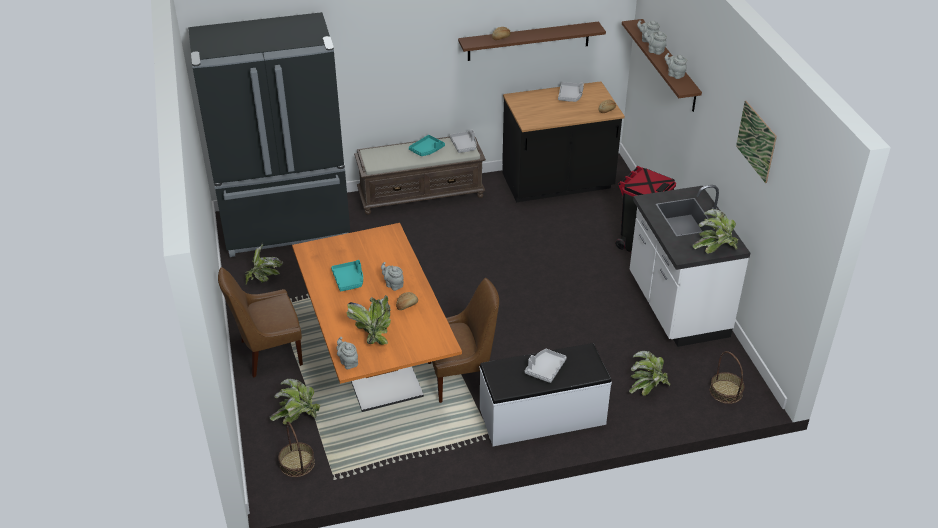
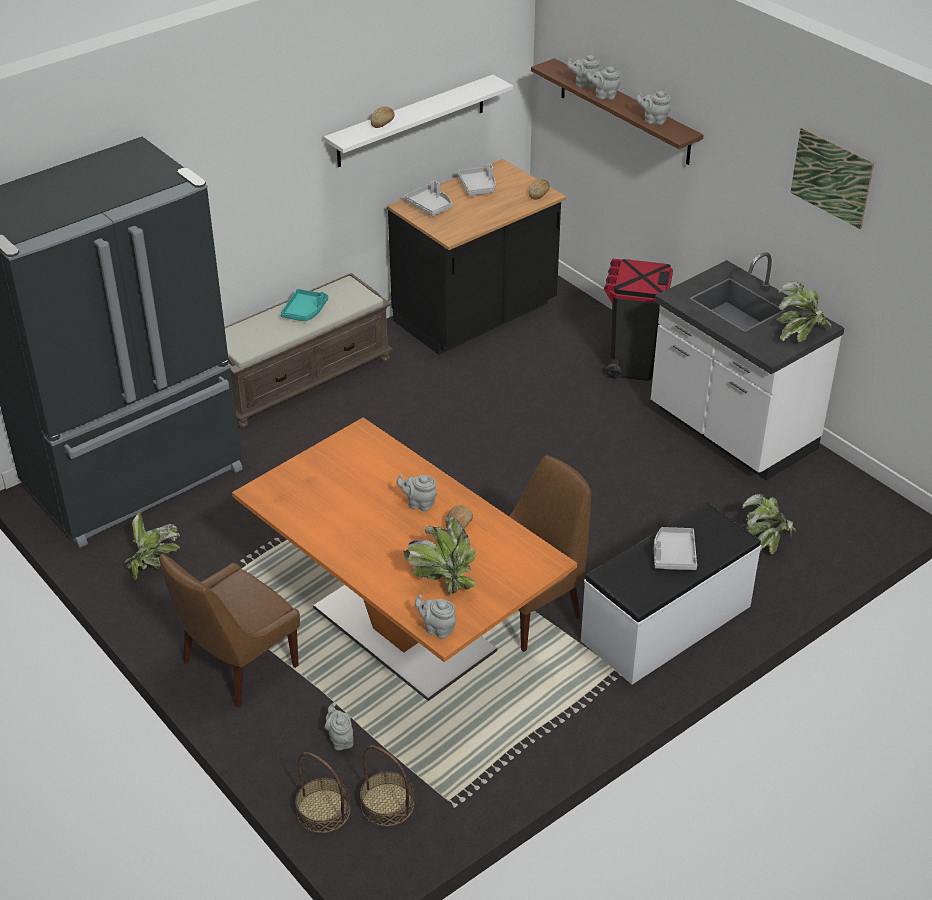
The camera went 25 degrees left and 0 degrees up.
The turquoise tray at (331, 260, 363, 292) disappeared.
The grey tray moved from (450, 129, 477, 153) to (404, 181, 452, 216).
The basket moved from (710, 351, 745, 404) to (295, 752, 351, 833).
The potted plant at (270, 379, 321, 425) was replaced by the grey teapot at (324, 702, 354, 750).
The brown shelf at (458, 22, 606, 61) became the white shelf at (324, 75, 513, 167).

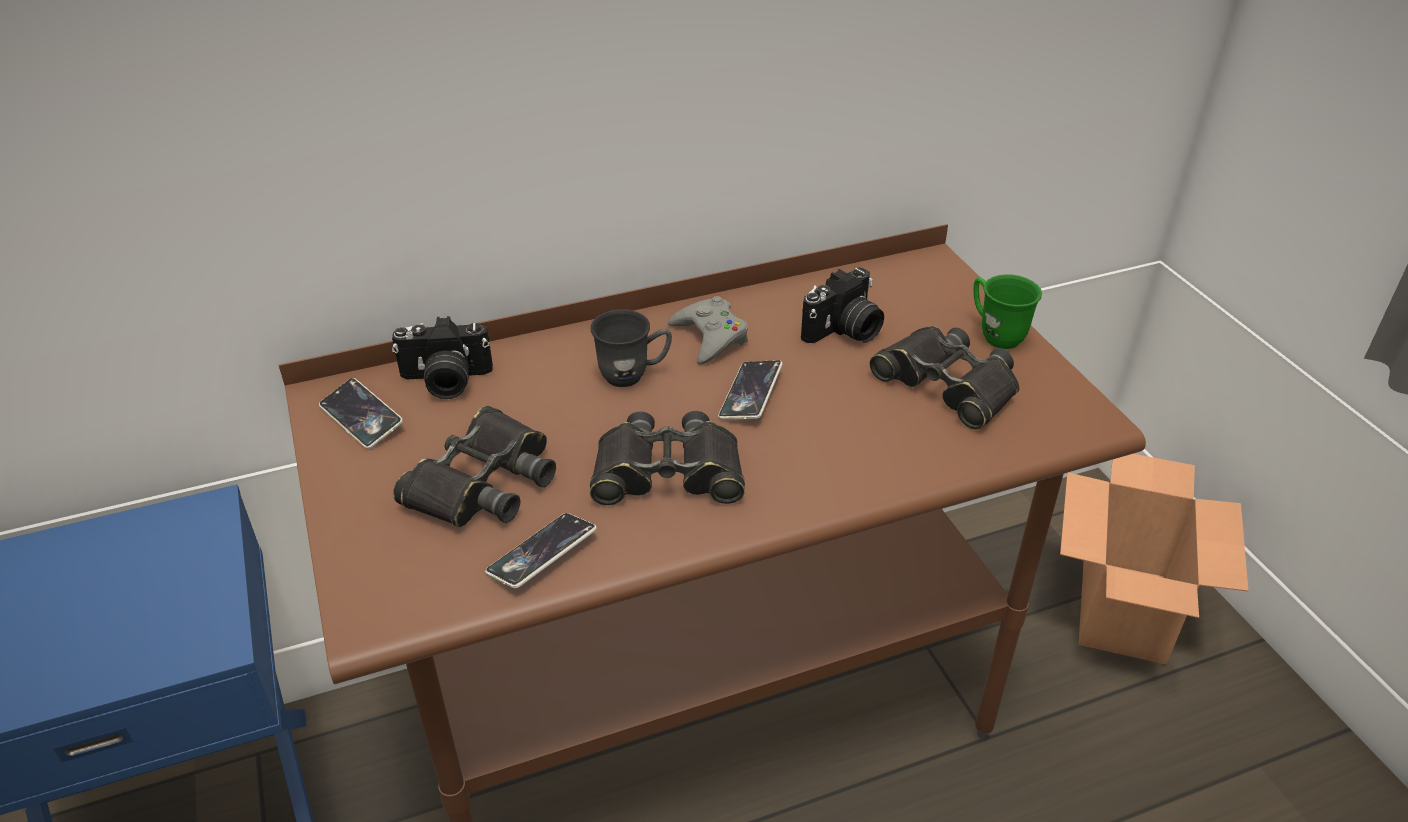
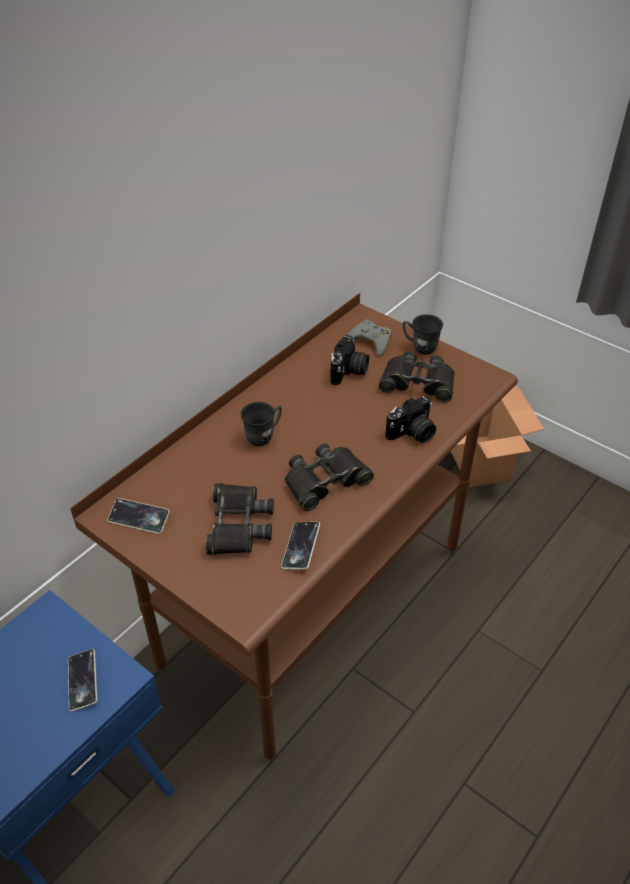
The camera went 30 degrees left and 5 degrees up.
The photo camera moved from (392, 316, 493, 399) to (385, 396, 436, 443).
The grey game controller moved from (668, 296, 748, 364) to (347, 319, 392, 356).
The phone moved from (718, 360, 783, 420) to (68, 649, 97, 712).
The green mug at (973, 274, 1042, 349) became the grey mug at (402, 314, 443, 355).

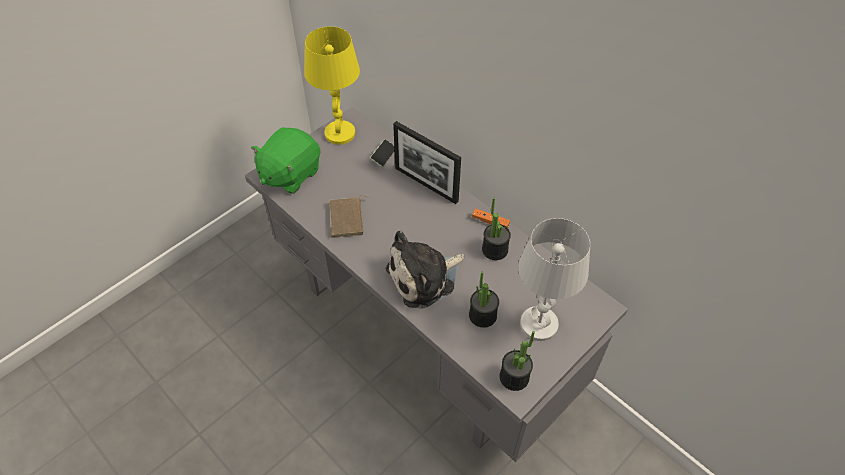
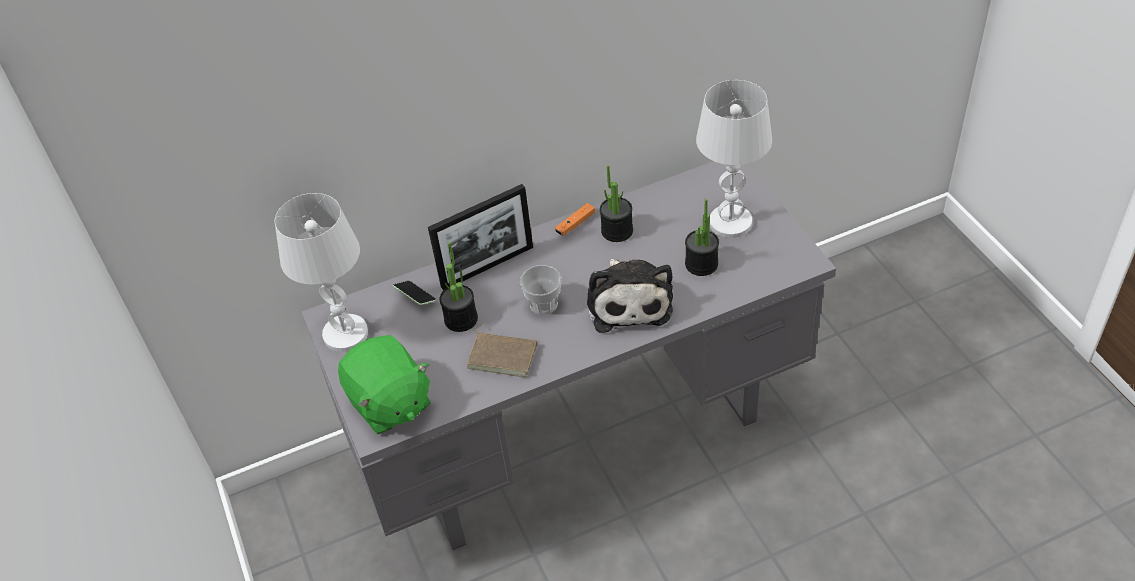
The camera went 65 degrees left and 5 degrees down.
The cup at (520, 265, 562, 315) appeared.
The potted plant moved from (500, 331, 535, 391) to (440, 242, 478, 332).
The yellow table lamp at (304, 27, 360, 145) became the white table lamp at (275, 193, 368, 352).

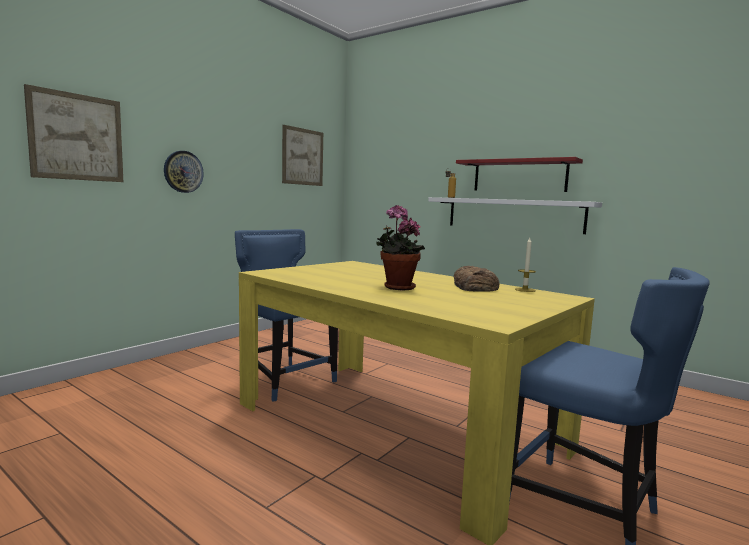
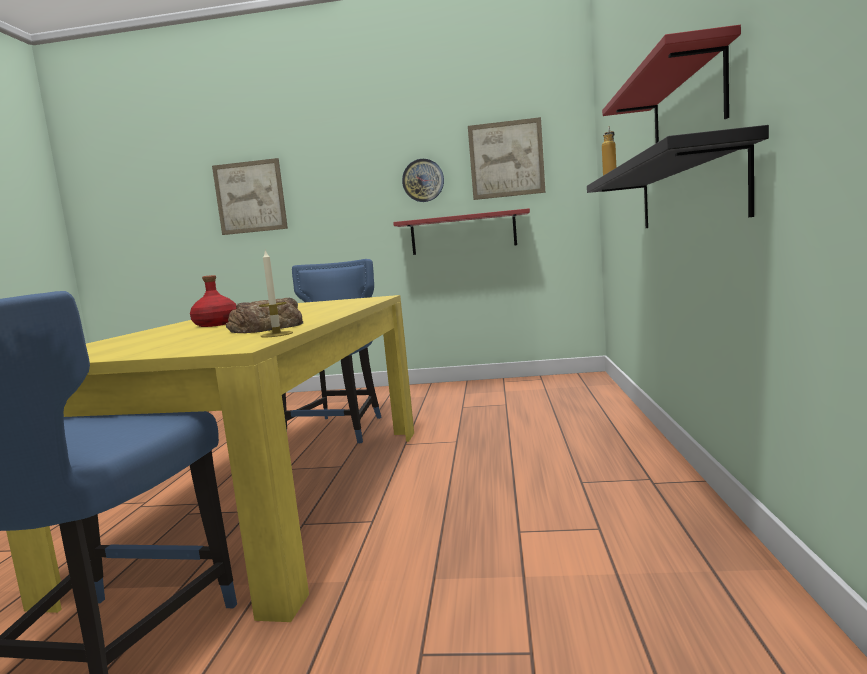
The camera went 60 degrees right and 0 degrees up.
The red shelf at (393, 208, 530, 255) appeared.
The wall clock moved from (164, 151, 204, 193) to (402, 159, 444, 202).
The potted plant at (376, 205, 425, 290) was replaced by the red bottle at (190, 275, 237, 327).
The white shelf at (428, 197, 602, 234) became the black shelf at (587, 125, 769, 228).

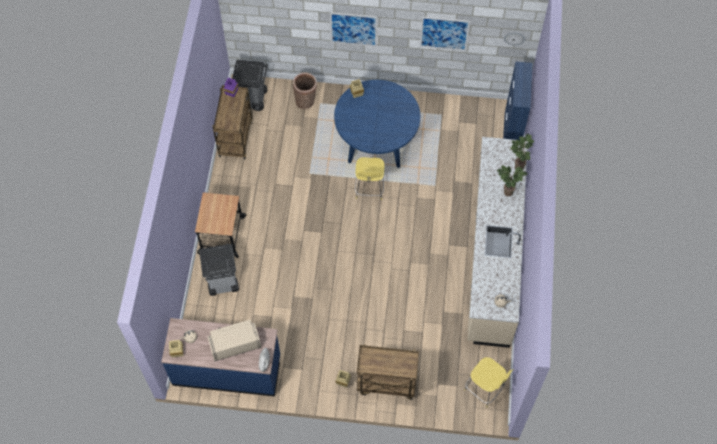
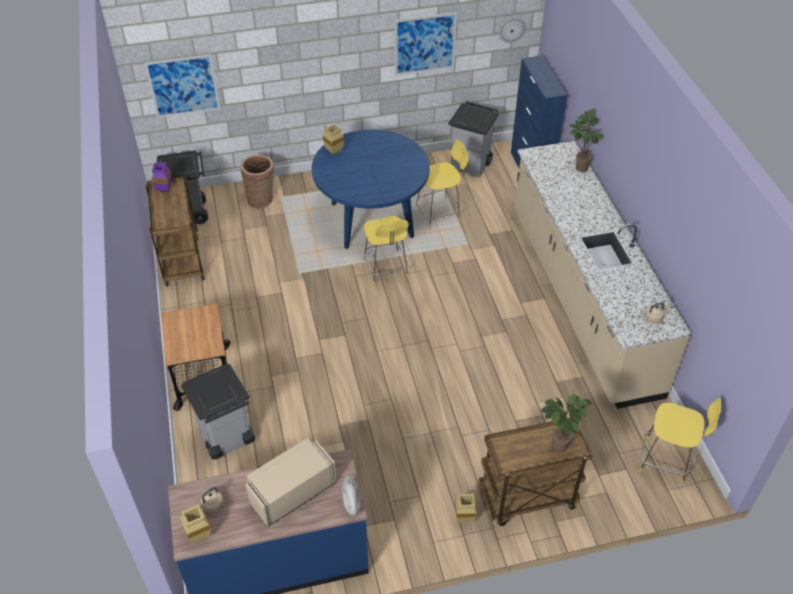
The camera went 20 degrees left and 15 degrees down.
The yellow stool at (416, 139, 469, 229) appeared.
The grey trash can at (448, 101, 499, 177) appeared.
The picture moved from (330, 12, 378, 46) to (144, 54, 220, 118).
The potted plant moved from (497, 166, 528, 196) to (541, 394, 592, 453).

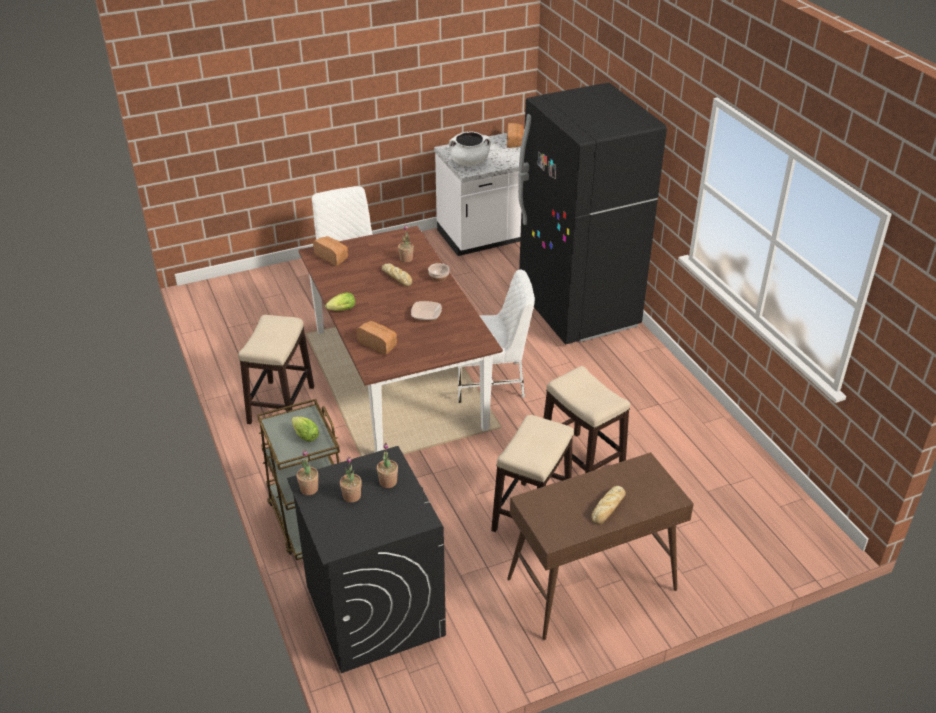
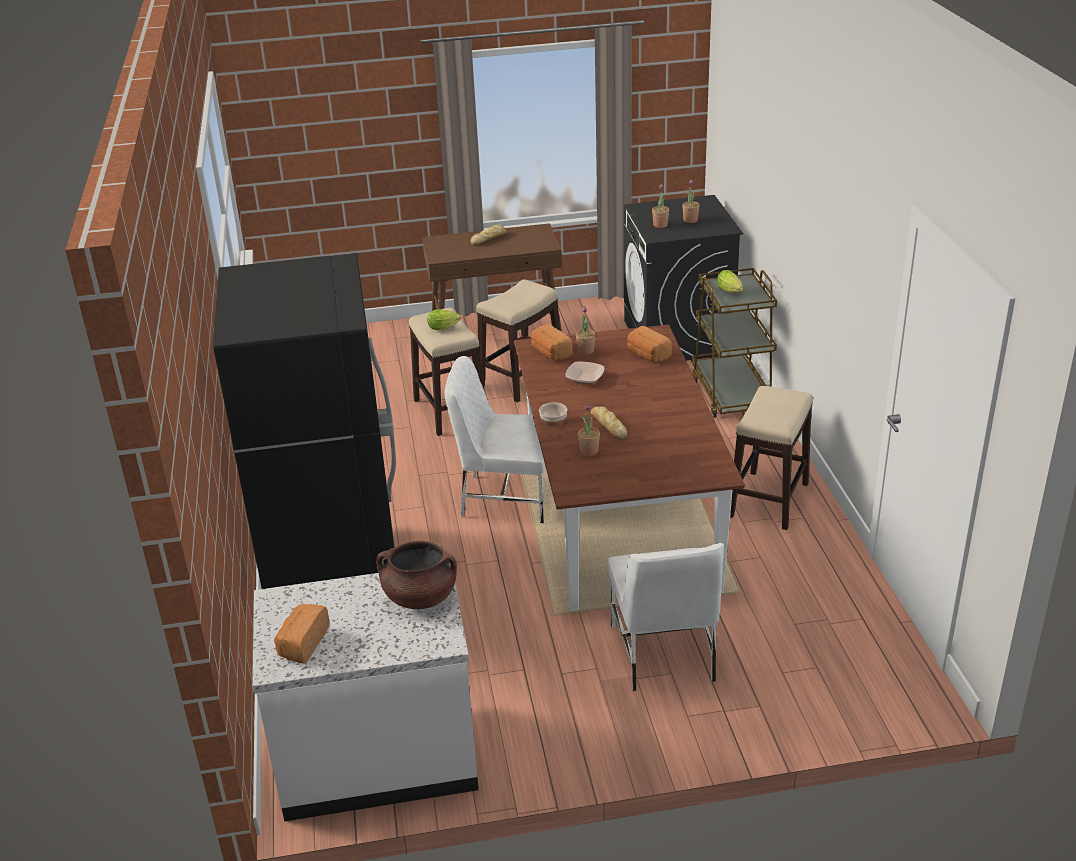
The camera went 165 degrees left and 5 degrees down.
The potted plant moved from (297, 450, 318, 495) to (576, 307, 595, 355).
The bread moved from (313, 236, 348, 266) to (531, 324, 573, 360).
The lettuce moved from (325, 292, 355, 311) to (427, 309, 461, 330).
The white cooking pot at (449, 131, 491, 166) became the brown cooking pot at (376, 540, 457, 609).

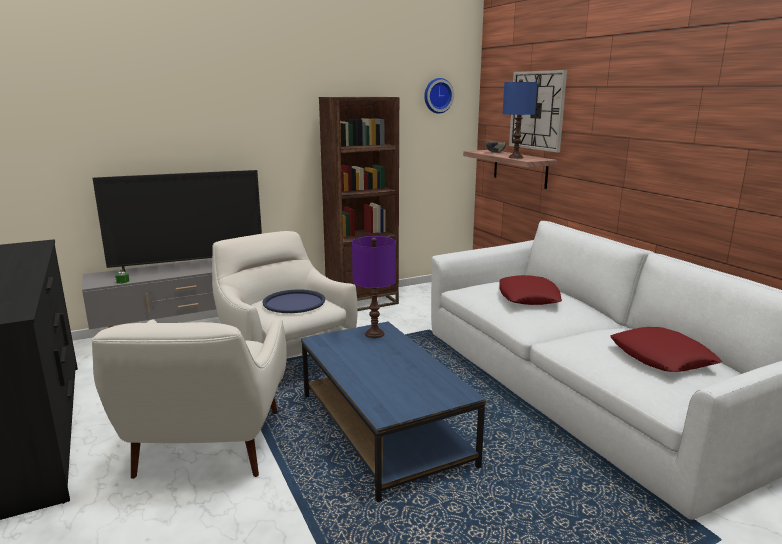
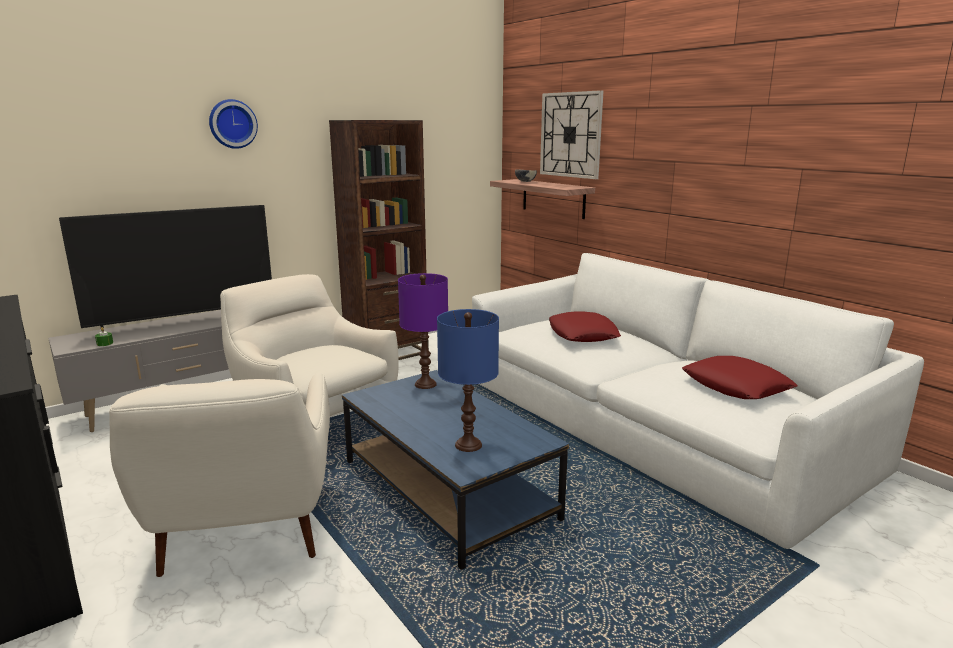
The camera went 10 degrees left and 0 degrees up.
The blue tray at (262, 290, 325, 313) disappeared.
The wall clock moved from (424, 78, 454, 114) to (209, 99, 258, 149).
The blue table lamp moved from (503, 79, 538, 159) to (437, 309, 499, 452).

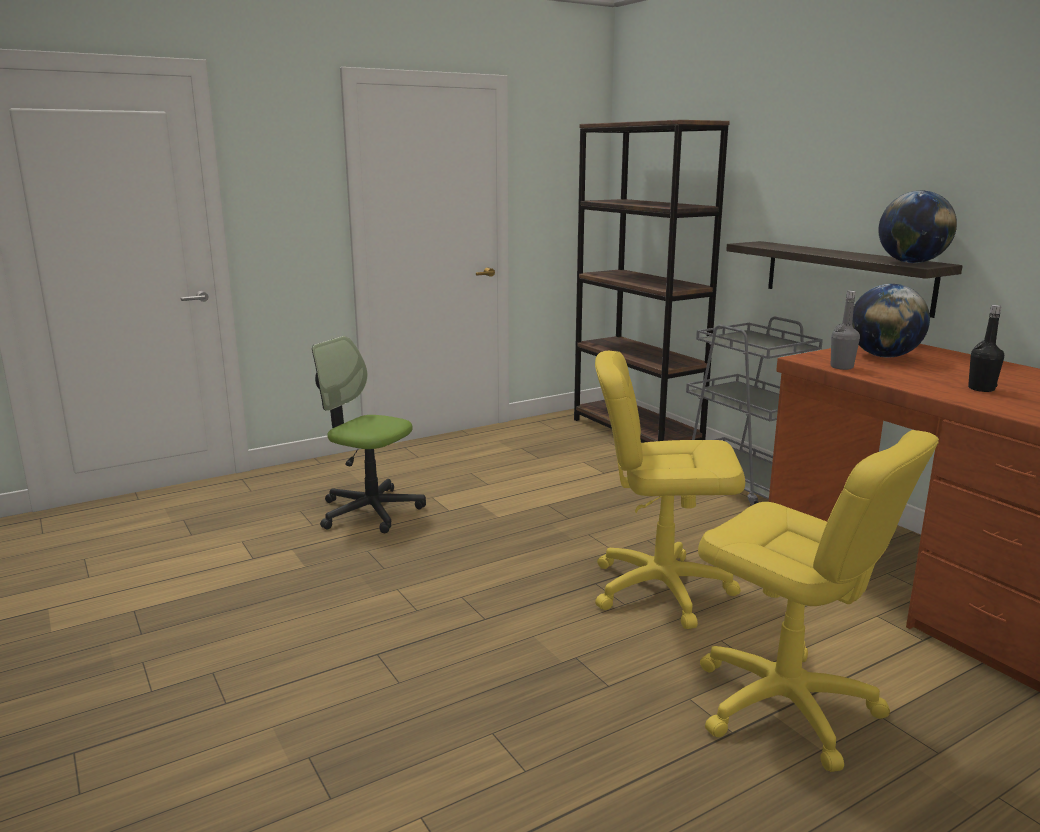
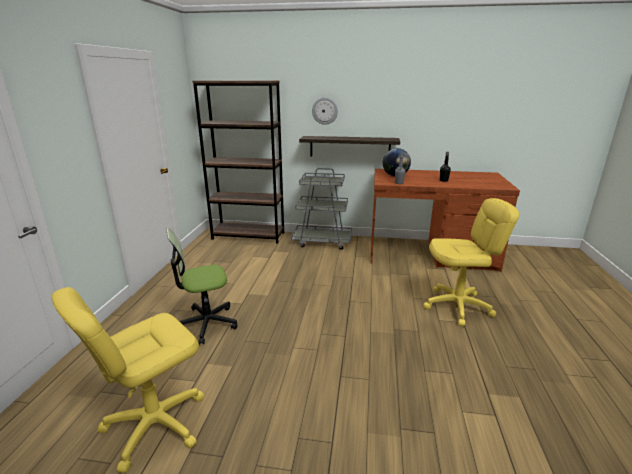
The camera went 50 degrees left and 5 degrees up.
The globe at (879, 190, 957, 263) disappeared.
The wall clock at (312, 97, 338, 125) appeared.
The yellow office chair moved from (595, 351, 745, 629) to (52, 287, 204, 473).

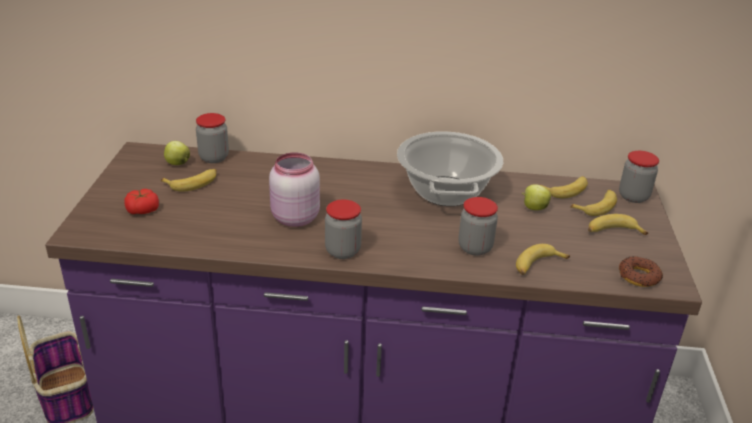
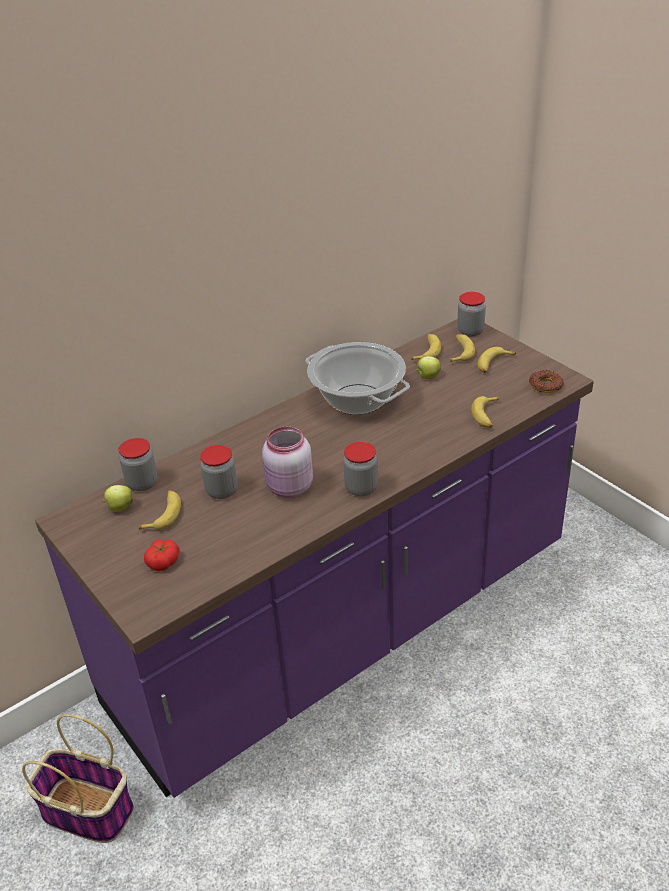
The camera went 40 degrees left and 5 degrees up.
The jar moved from (459, 197, 498, 256) to (200, 445, 237, 499).

